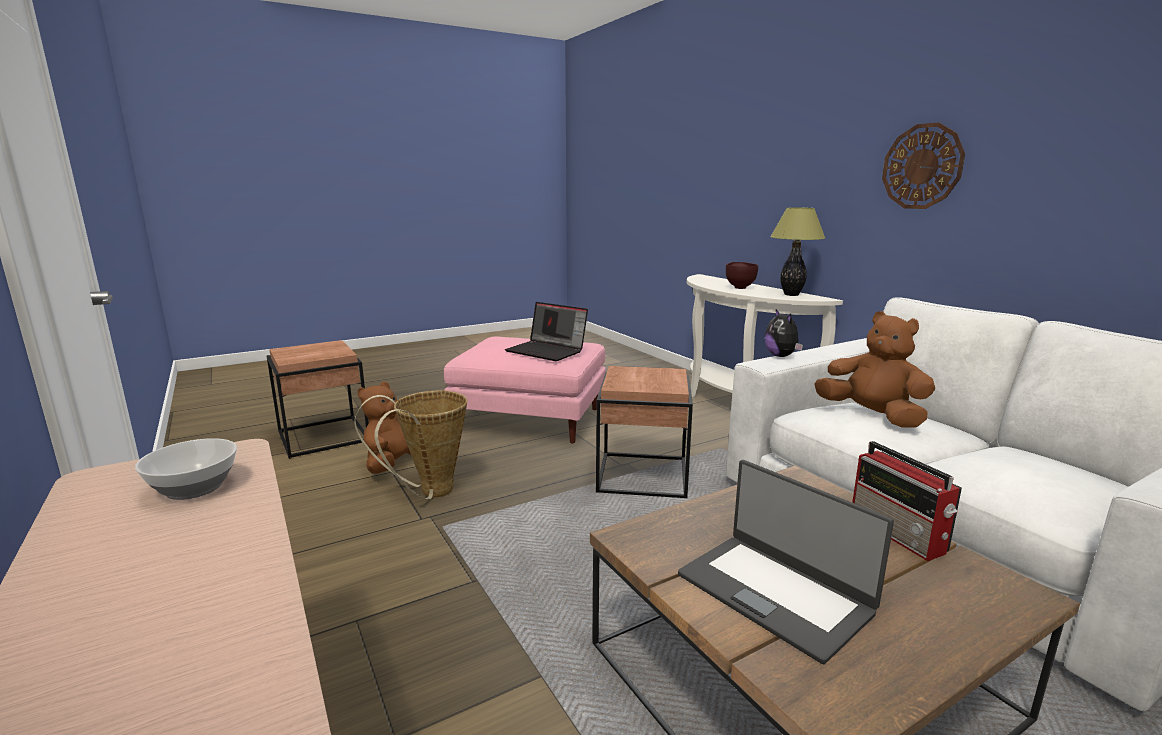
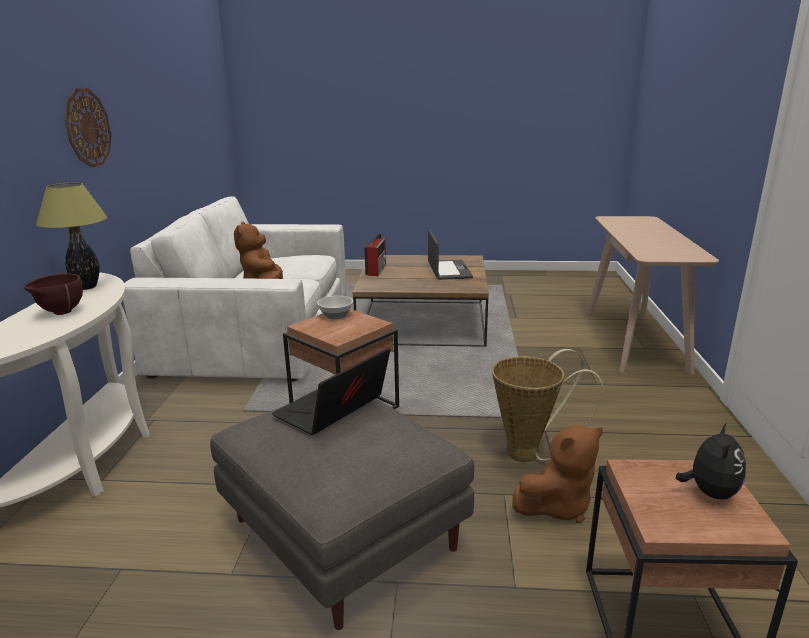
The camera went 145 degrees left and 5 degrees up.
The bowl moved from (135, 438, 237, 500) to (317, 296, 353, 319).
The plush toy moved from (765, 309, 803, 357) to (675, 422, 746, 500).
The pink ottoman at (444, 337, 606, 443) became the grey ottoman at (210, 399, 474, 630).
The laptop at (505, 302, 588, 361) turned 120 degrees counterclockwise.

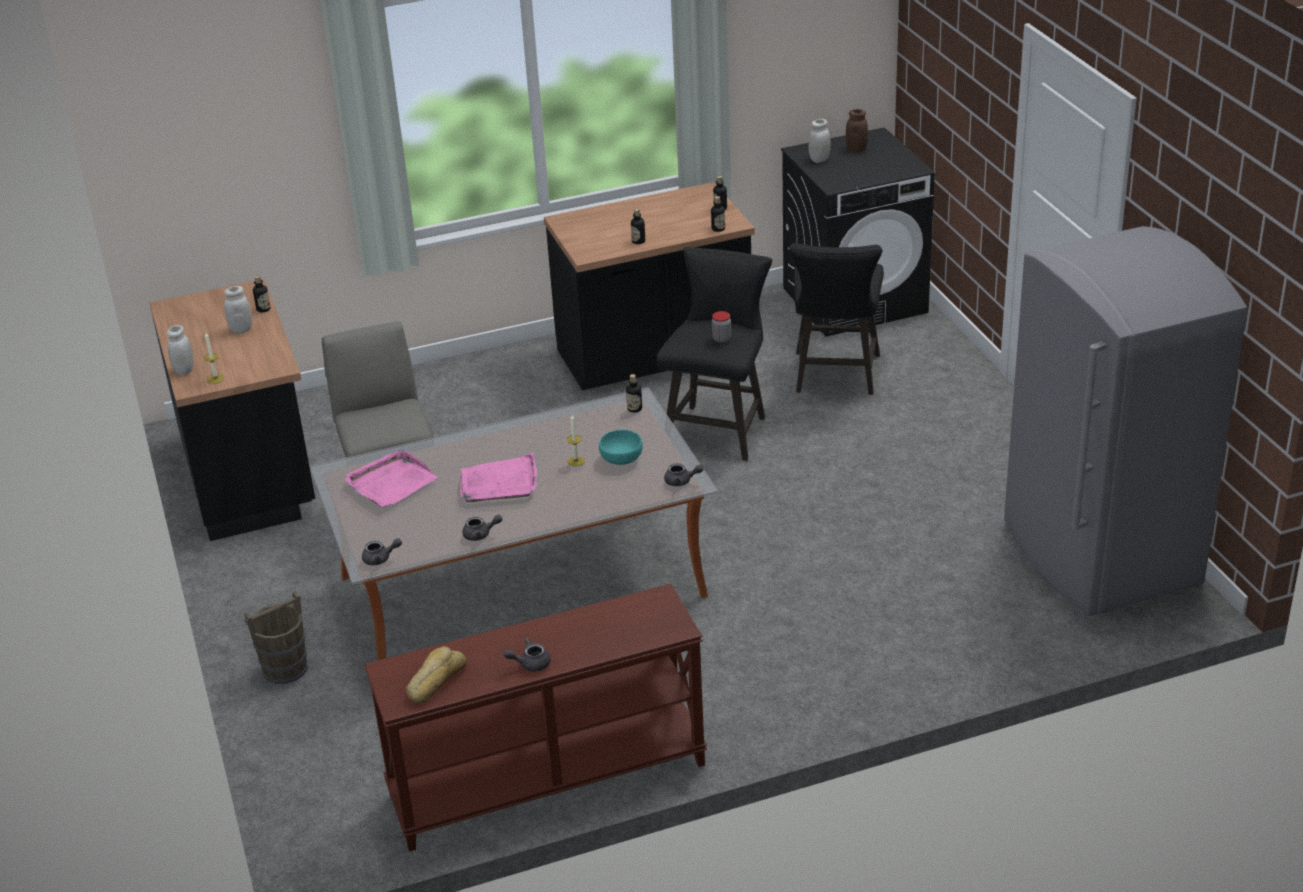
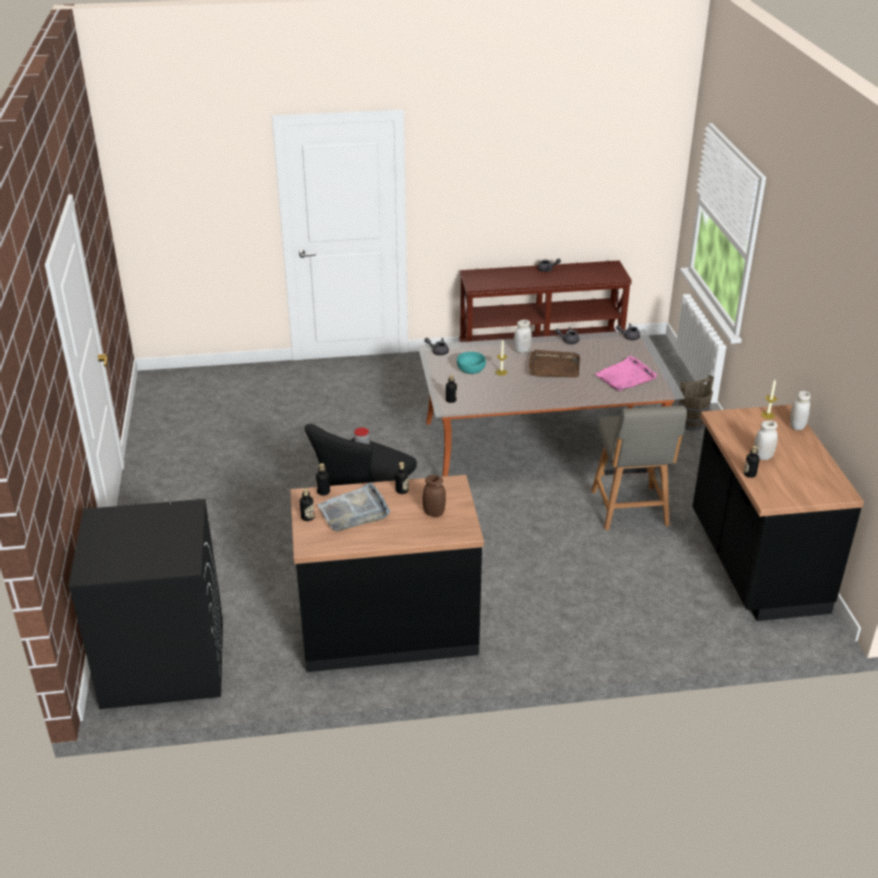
The camera went 170 degrees left and 0 degrees up.
The bread at (406, 646, 467, 704) disappeared.
The black stool at (789, 243, 884, 395) disappeared.
The grey fridge at (1004, 226, 1247, 616) disappeared.
The grey tray at (317, 482, 390, 532) appeared.
The white jar moved from (809, 119, 831, 163) to (514, 320, 532, 353).
The brown jar moved from (846, 109, 868, 152) to (423, 475, 446, 517).
The pink tray at (460, 452, 537, 502) became the brown tray at (529, 349, 580, 377).

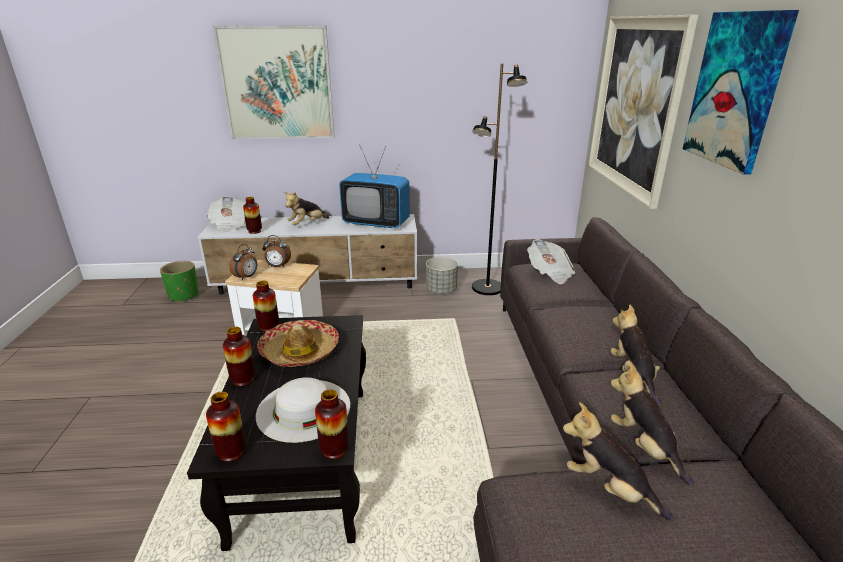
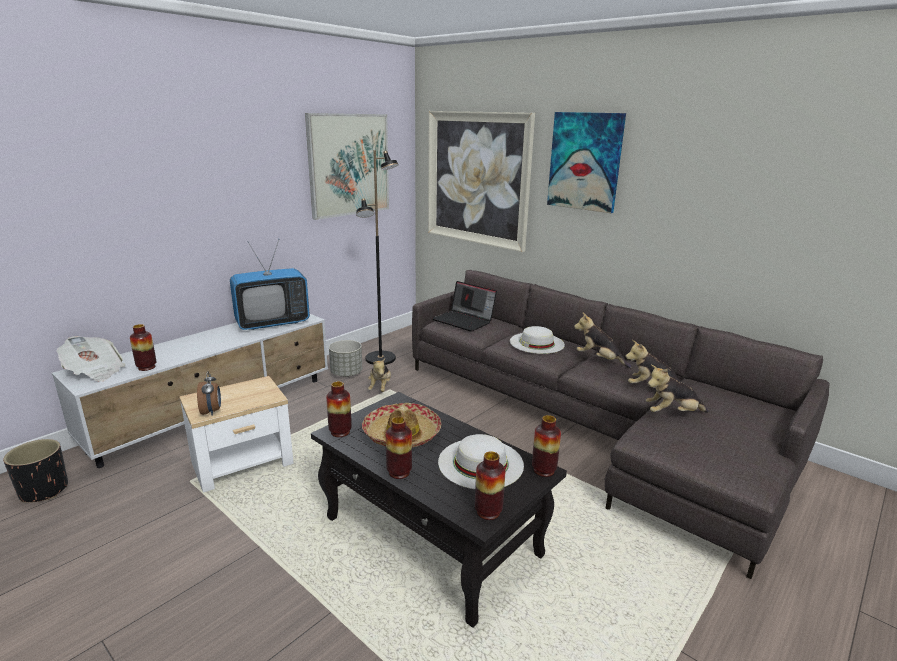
The camera went 45 degrees left and 5 degrees down.
The alarm clock at (263, 235, 291, 268) disappeared.
The white hat at (510, 326, 565, 354) appeared.
The picture moved from (213, 26, 335, 139) to (305, 113, 389, 220).
The plush toy moved from (284, 192, 329, 225) to (368, 358, 391, 392).
The newspaper at (527, 239, 575, 284) was replaced by the laptop at (432, 281, 497, 332).
The green planter at (160, 261, 199, 302) became the black planter at (3, 439, 68, 503).

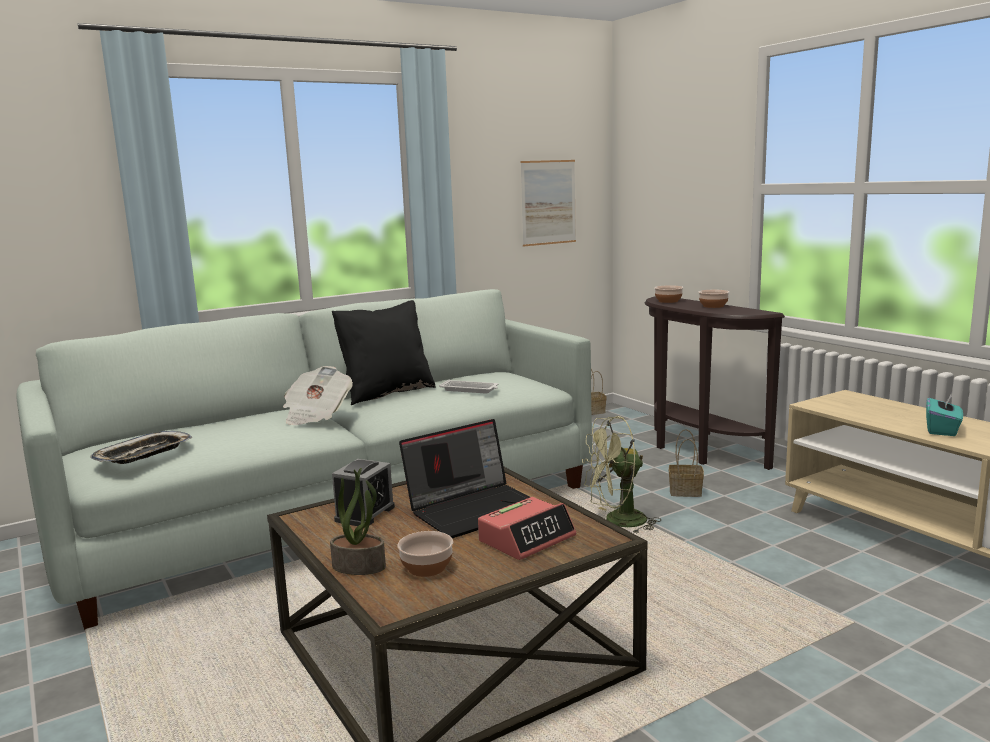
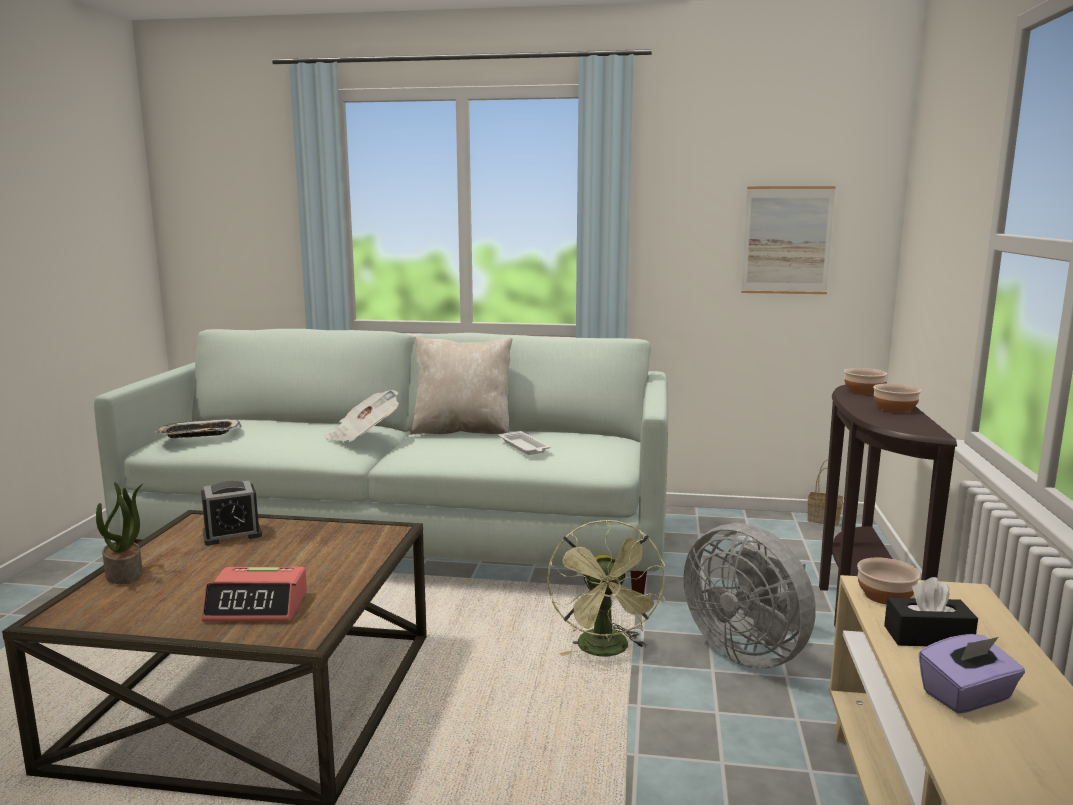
The camera went 40 degrees right and 0 degrees up.
The laptop at (399, 419, 530, 538) disappeared.
The black tissue box at (884, 577, 978, 646) appeared.
The bowl moved from (397, 531, 453, 577) to (857, 557, 920, 605).
The basket at (669, 429, 704, 497) was replaced by the grey fan at (684, 523, 816, 668).
The black pillow at (332, 300, 435, 405) became the beige pillow at (410, 336, 512, 435).
The turquoise tissue box at (926, 393, 963, 436) became the purple tissue box at (919, 634, 1025, 714).
The green fan at (582, 416, 661, 534) turned 120 degrees counterclockwise.

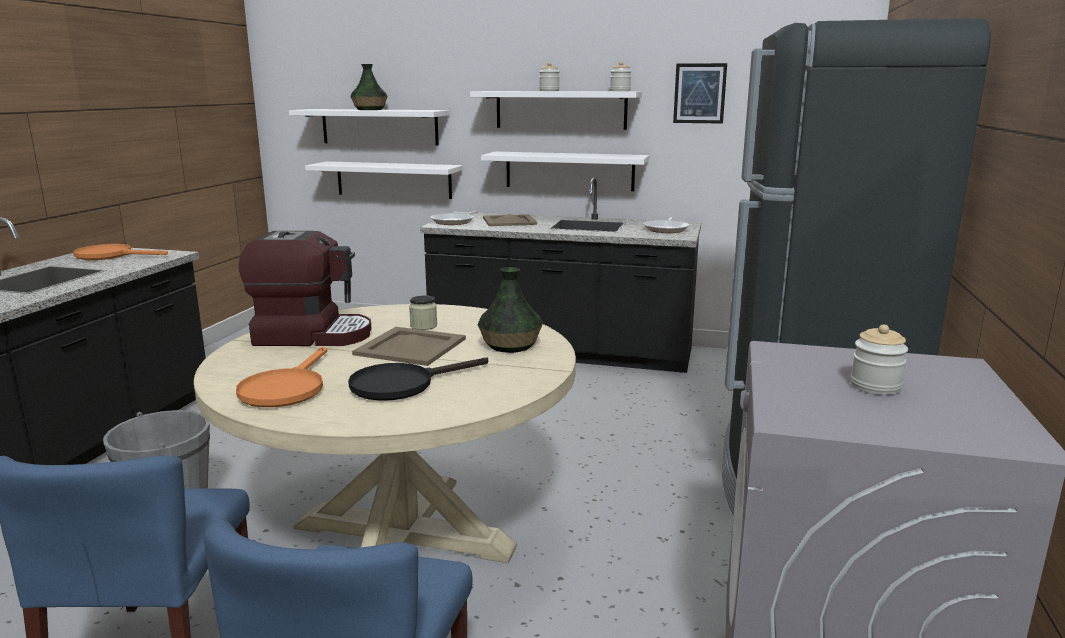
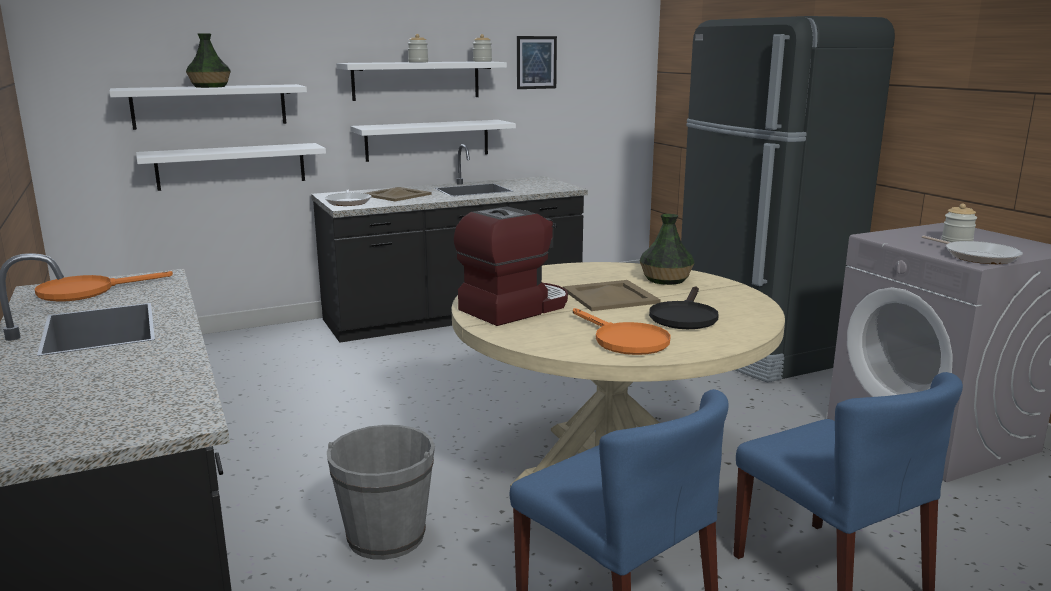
The camera went 40 degrees left and 0 degrees up.
The jar at (409, 295, 437, 330) disappeared.
The frying pan moved from (643, 217, 689, 233) to (922, 236, 1023, 264).

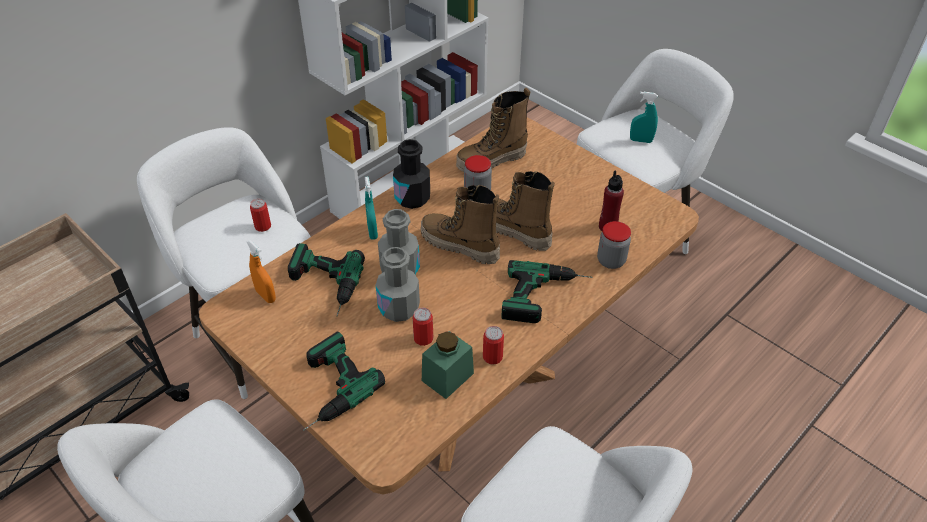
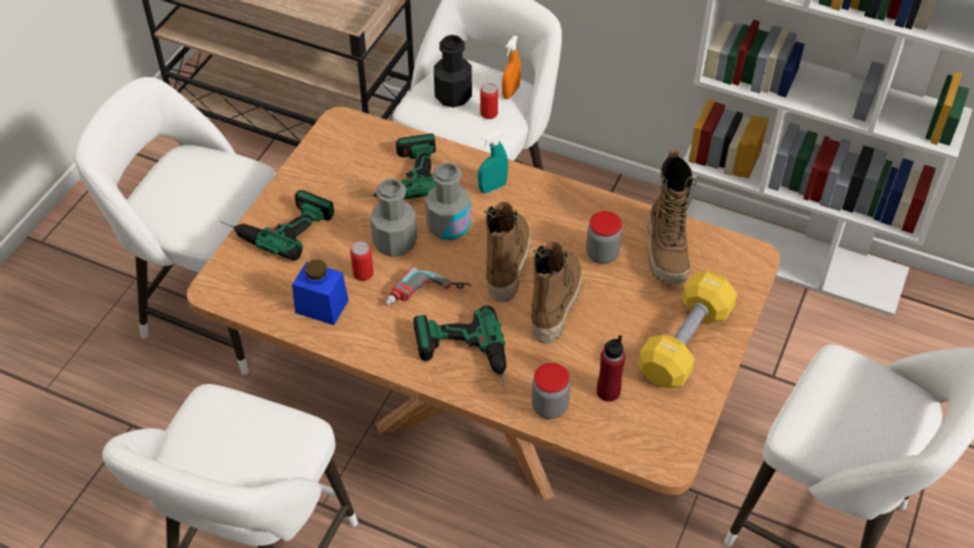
The camera went 70 degrees right and 5 degrees up.
The can at (483, 326, 504, 364) disappeared.
The turquoise spray bottle at (630, 92, 658, 143) disappeared.
The power drill at (385, 266, 472, 306) appeared.
The yellow dumbbell at (638, 271, 737, 388) appeared.
The orange spray bottle moved from (247, 240, 276, 303) to (502, 36, 521, 99).
The black bottle moved from (393, 139, 430, 209) to (434, 35, 472, 108).
The green jar at (422, 331, 474, 399) became the blue jar at (292, 260, 349, 325).
The boot at (456, 88, 531, 172) turned 135 degrees counterclockwise.

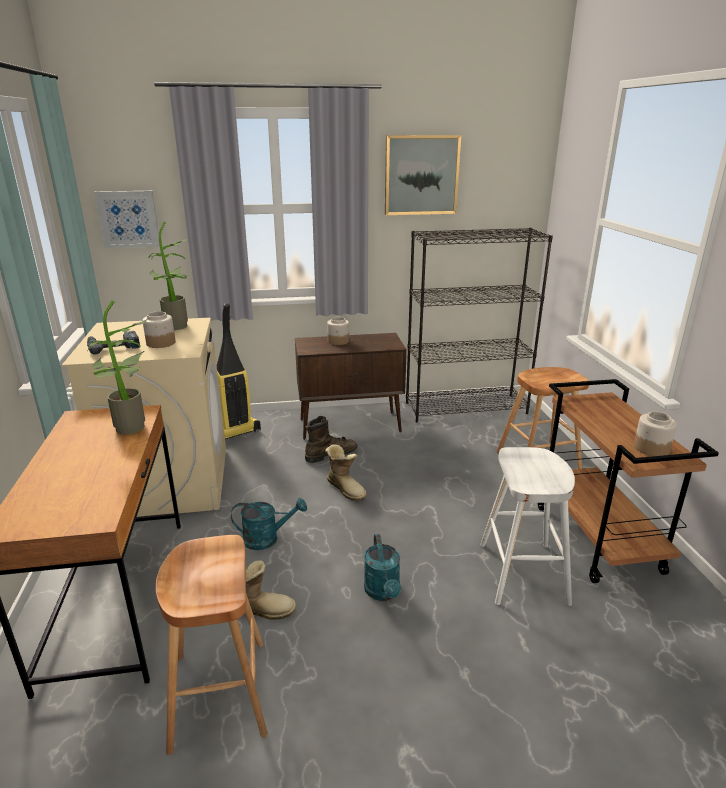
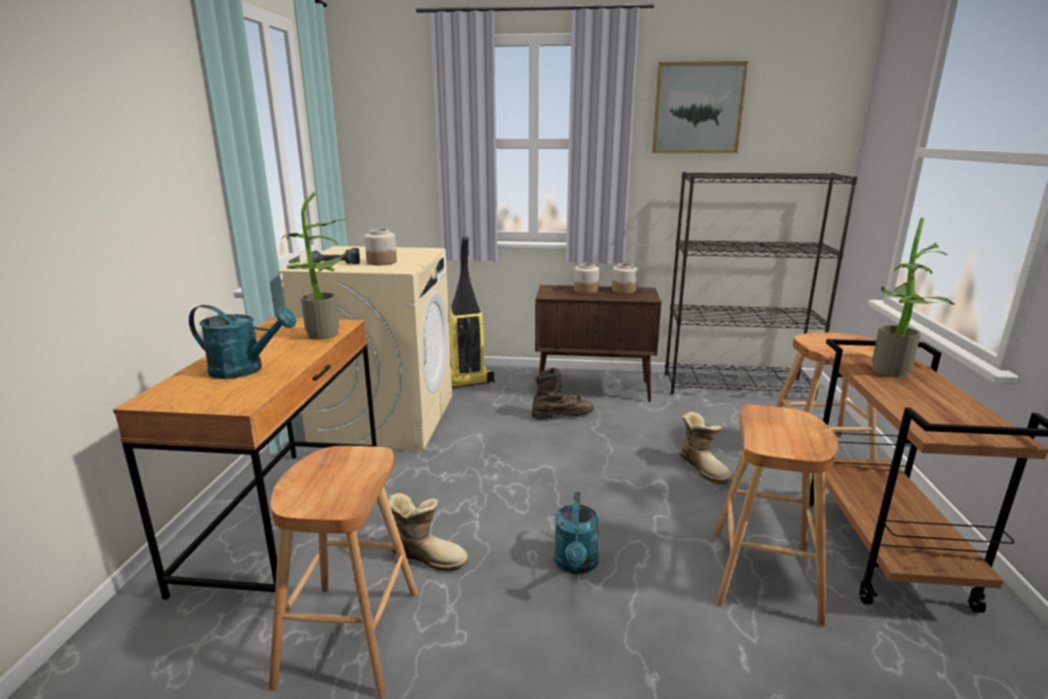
The camera went 15 degrees right and 5 degrees down.
The picture at (94, 191, 160, 248) disappeared.
The potted plant moved from (148, 222, 188, 330) to (872, 218, 954, 378).
The turquoise watering can moved from (231, 498, 307, 550) to (189, 305, 296, 379).
The boot moved from (325, 444, 367, 502) to (680, 412, 732, 484).
The jar moved from (634, 412, 677, 456) to (612, 263, 638, 294).
The white stool at (480, 447, 575, 606) became the brown stool at (715, 404, 838, 626).

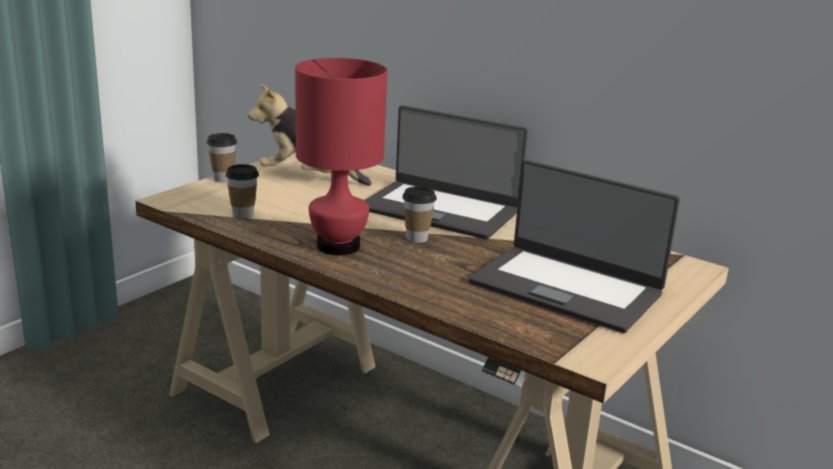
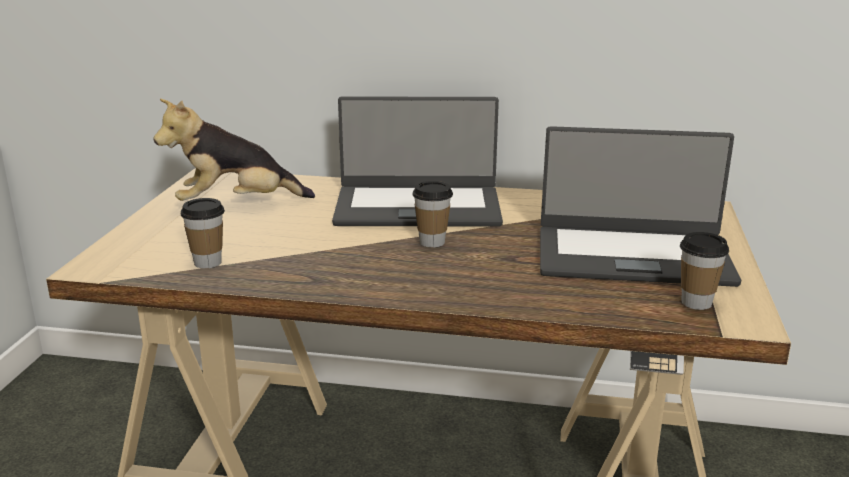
The camera went 25 degrees left and 0 degrees up.
The red table lamp at (295, 58, 387, 255) disappeared.
The cup moved from (207, 133, 237, 182) to (680, 232, 729, 310).

